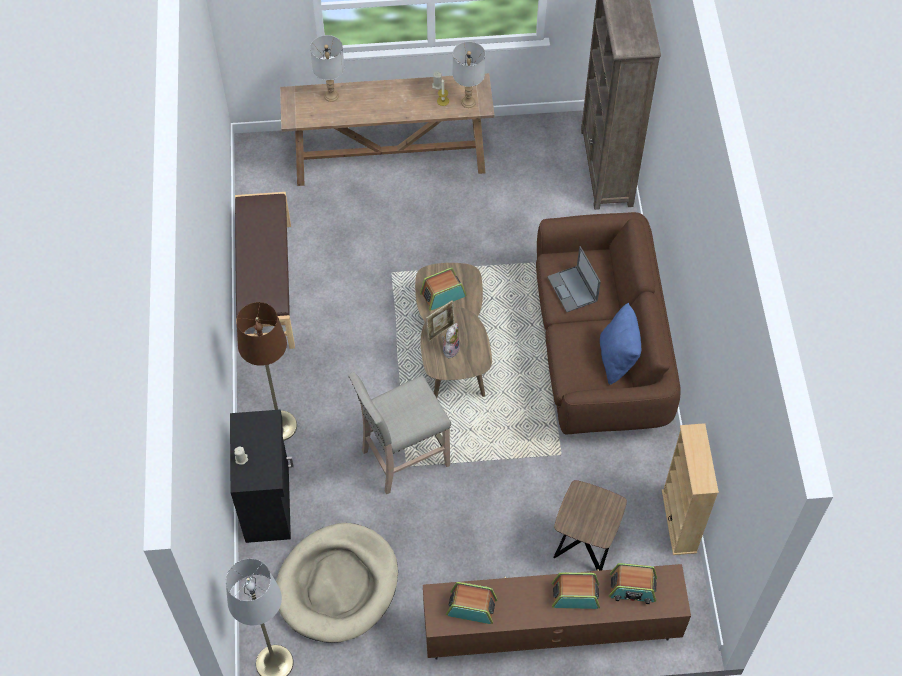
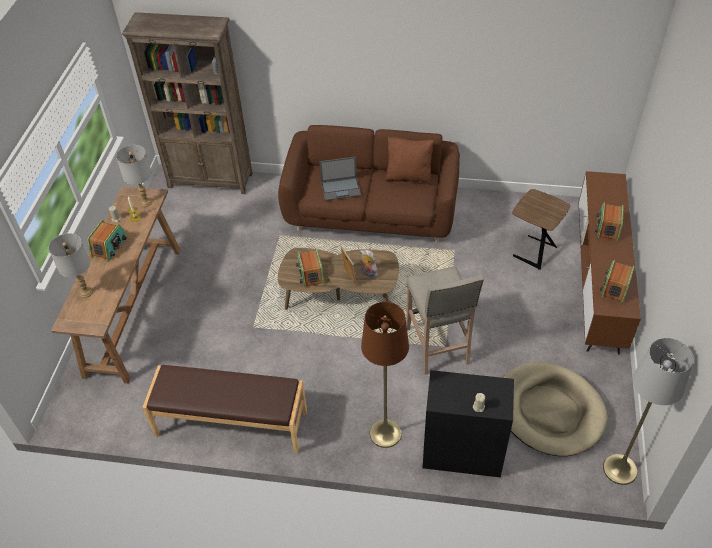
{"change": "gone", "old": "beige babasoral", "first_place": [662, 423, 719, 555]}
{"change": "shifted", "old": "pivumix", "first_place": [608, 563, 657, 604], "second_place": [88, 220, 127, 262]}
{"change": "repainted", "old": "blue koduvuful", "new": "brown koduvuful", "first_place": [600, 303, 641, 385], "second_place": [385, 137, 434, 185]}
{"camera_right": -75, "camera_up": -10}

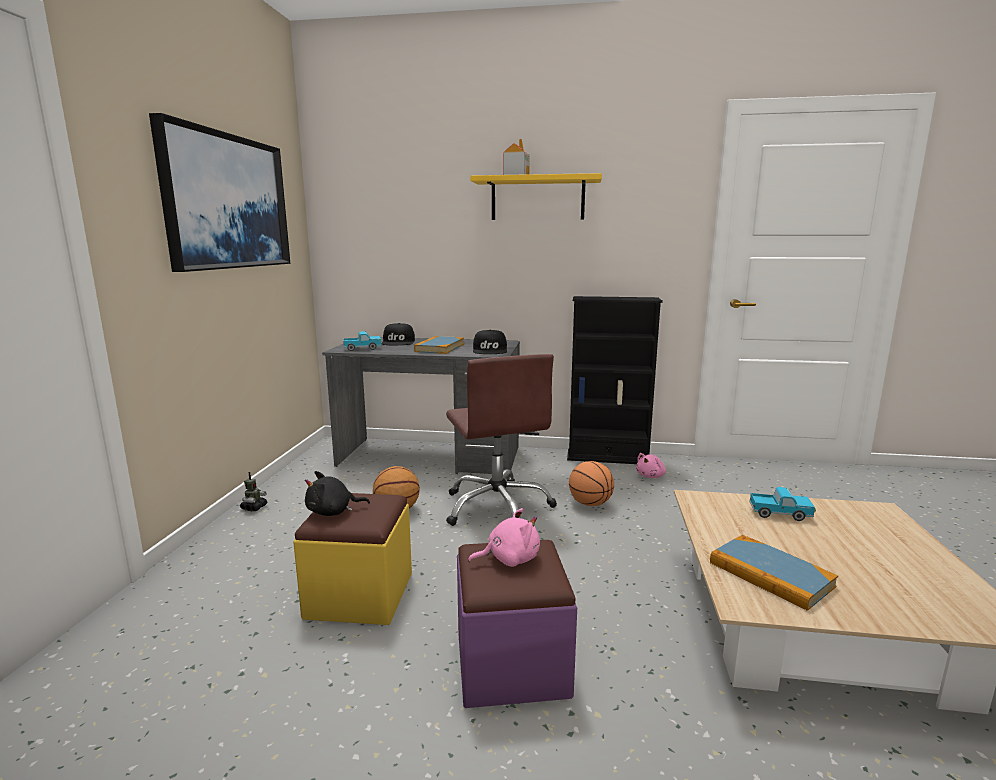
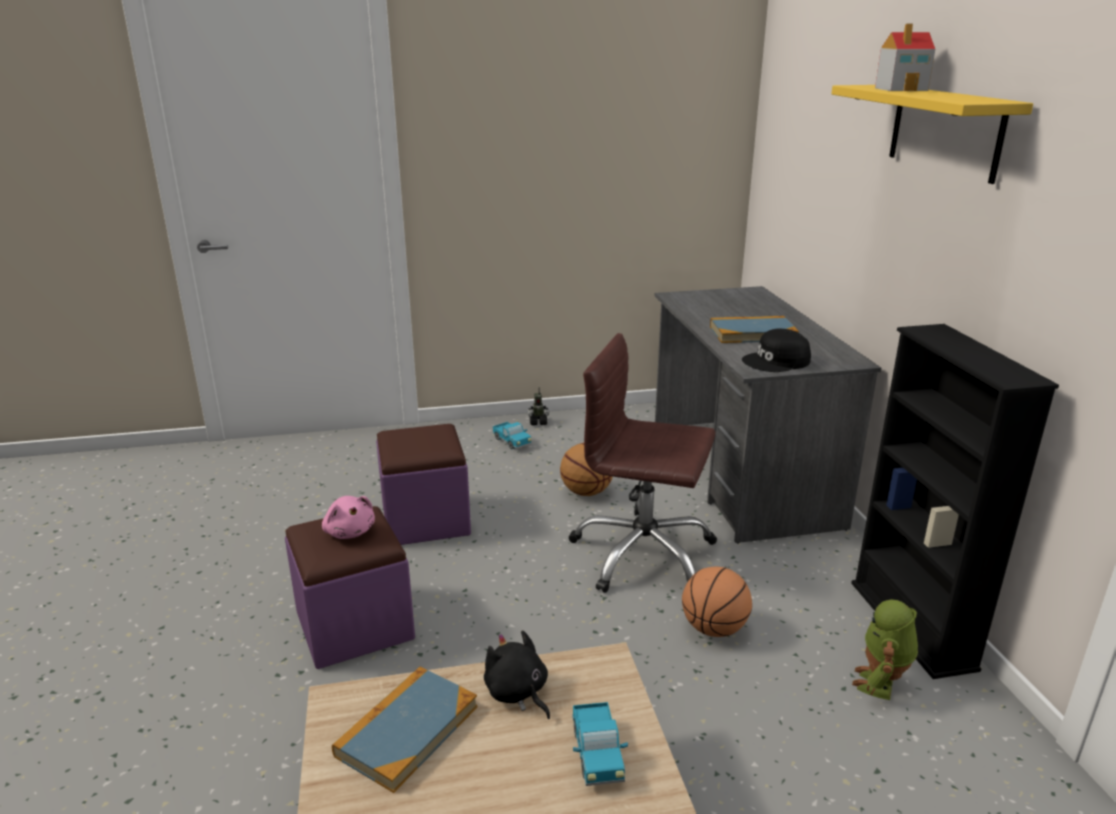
{"change": "gone", "old": "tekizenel", "first_place": [149, 113, 290, 272]}
{"change": "gone", "old": "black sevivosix", "first_place": [381, 323, 415, 346]}
{"change": "shifted", "old": "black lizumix", "first_place": [305, 471, 370, 516], "second_place": [484, 630, 550, 719]}
{"change": "shifted", "old": "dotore", "first_place": [343, 331, 382, 351], "second_place": [493, 422, 532, 449]}
{"change": "swapped", "old": "pink lizumix", "new": "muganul", "first_place": [636, 453, 666, 478], "second_place": [852, 600, 918, 700]}
{"change": "repainted", "old": "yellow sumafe", "new": "purple sumafe", "first_place": [293, 493, 412, 625], "second_place": [376, 424, 471, 545]}
{"change": "rotated", "old": "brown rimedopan", "first_place": [446, 354, 557, 526], "second_place": [568, 333, 717, 593], "degrees": 60}
{"camera_right": 70, "camera_up": 10}

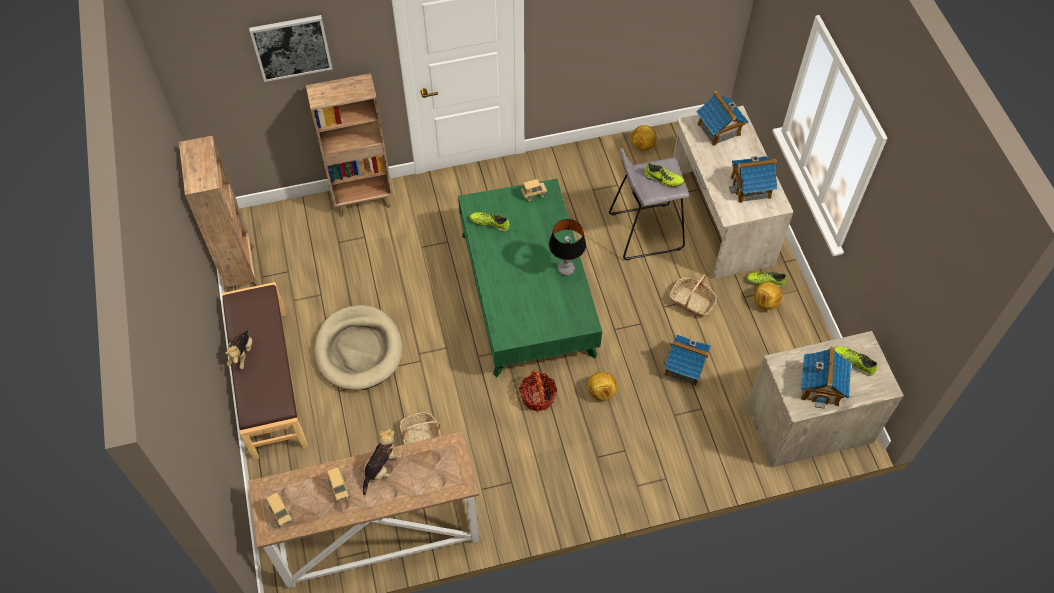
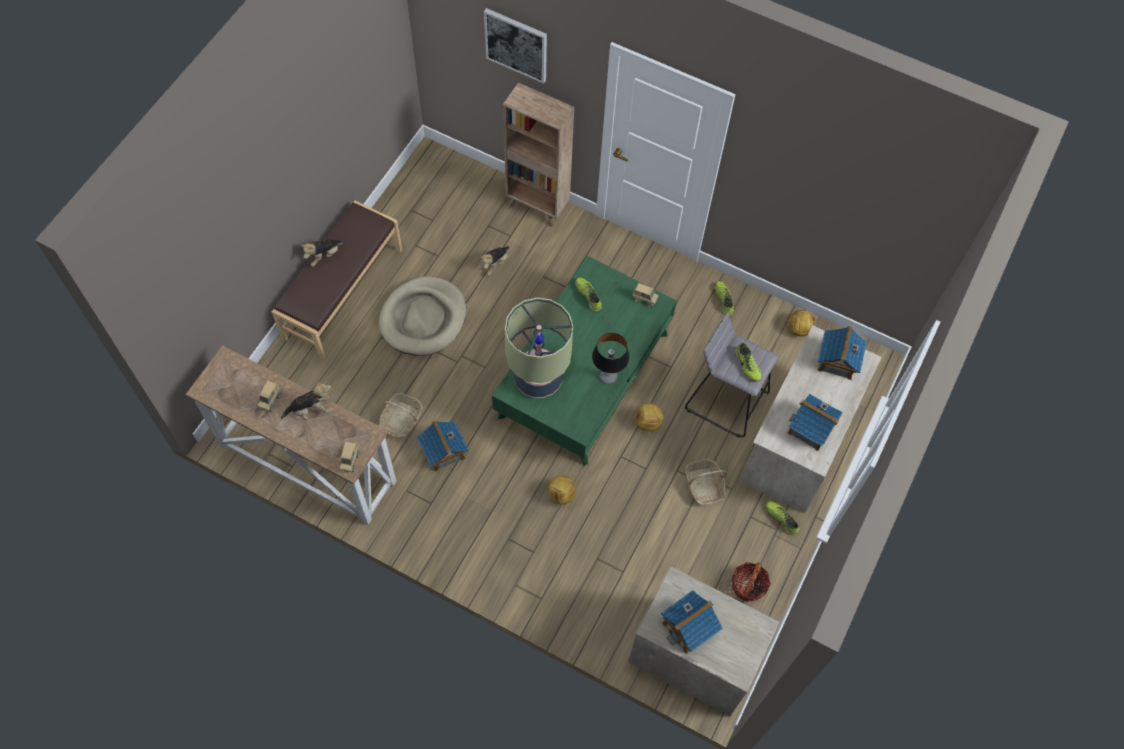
{"change": "gone", "old": "brown babasoral", "first_place": [179, 136, 259, 292]}
{"change": "new", "new": "lizumix", "second_place": [479, 246, 509, 276]}
{"change": "new", "new": "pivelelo", "second_place": [505, 298, 573, 398]}
{"change": "shifted", "old": "dotore", "first_place": [267, 493, 294, 527], "second_place": [339, 442, 360, 472]}
{"change": "shifted", "old": "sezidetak", "first_place": [519, 371, 557, 412], "second_place": [732, 562, 771, 602]}
{"change": "shifted", "old": "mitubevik", "first_place": [663, 334, 711, 386], "second_place": [417, 419, 469, 472]}
{"change": "shifted", "old": "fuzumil", "first_place": [754, 281, 782, 310], "second_place": [634, 403, 663, 432]}
{"change": "shifted", "old": "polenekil", "first_place": [835, 346, 878, 376], "second_place": [715, 281, 734, 316]}
{"camera_right": 40, "camera_up": 5}

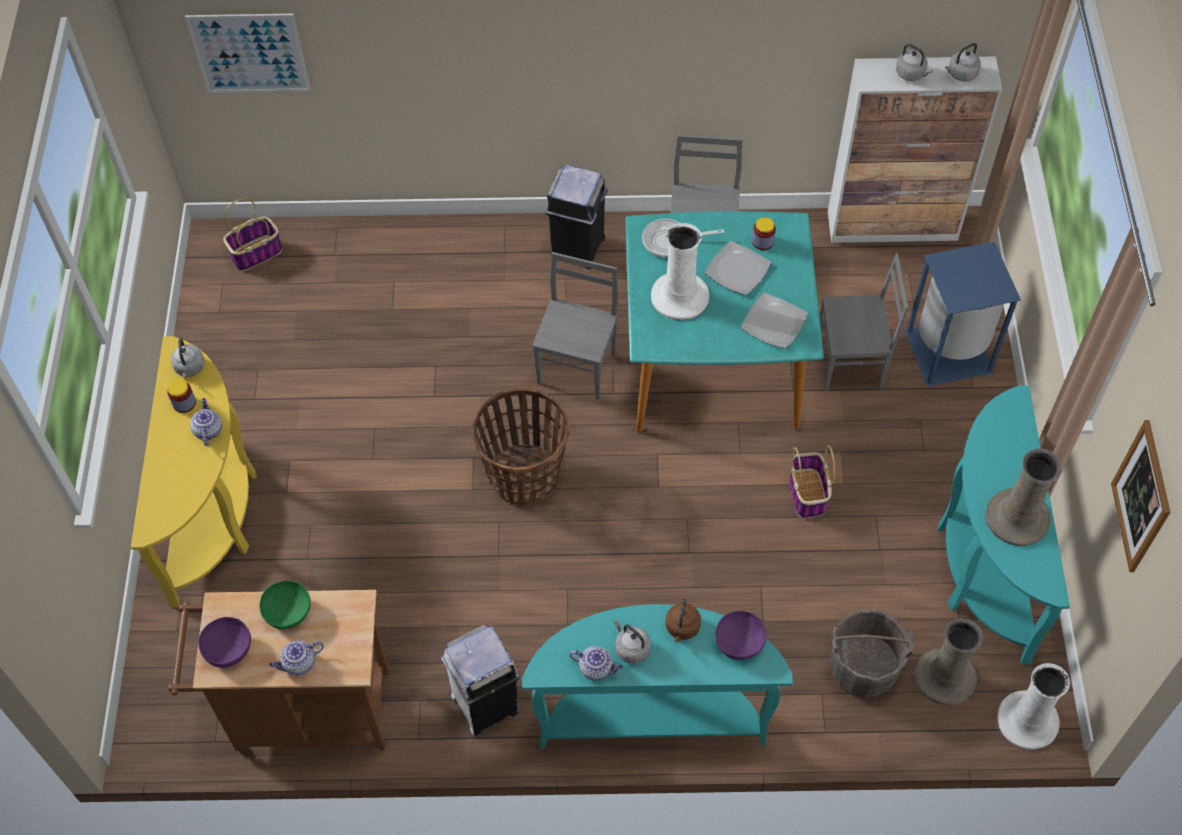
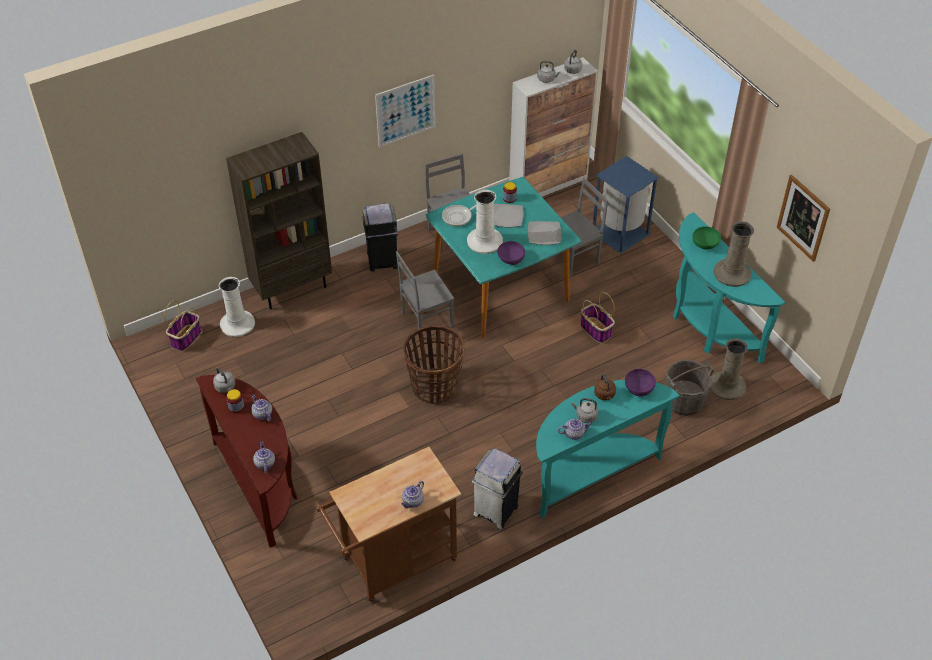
{"change": "new", "new": "brown babasoral", "second_place": [226, 132, 332, 310]}
{"change": "new", "new": "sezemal", "second_place": [253, 441, 275, 473]}
{"change": "shifted", "old": "tekizenel", "first_place": [185, 14, 311, 93], "second_place": [375, 74, 436, 147]}
{"change": "shifted", "old": "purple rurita", "first_place": [199, 617, 251, 668], "second_place": [497, 241, 525, 265]}
{"change": "shifted", "old": "green rurita", "first_place": [259, 581, 311, 629], "second_place": [692, 226, 721, 250]}
{"change": "shifted", "old": "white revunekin", "first_place": [997, 663, 1070, 750], "second_place": [219, 277, 255, 337]}
{"change": "repainted", "old": "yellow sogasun", "new": "brown sogasun", "first_place": [131, 336, 257, 607], "second_place": [196, 375, 297, 548]}
{"change": "rotated", "old": "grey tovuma", "first_place": [532, 252, 618, 399], "second_place": [396, 251, 454, 329], "degrees": -105}
{"camera_right": -30, "camera_up": -10}

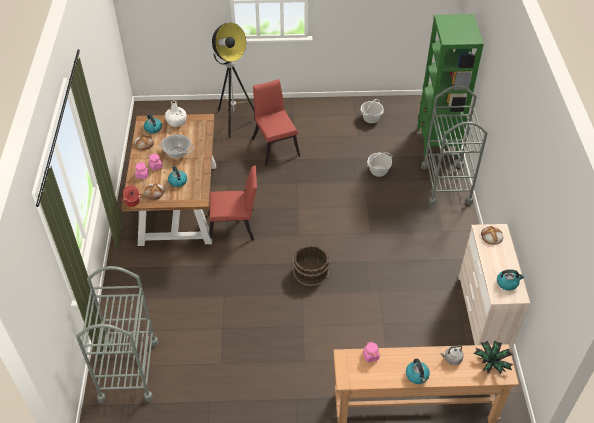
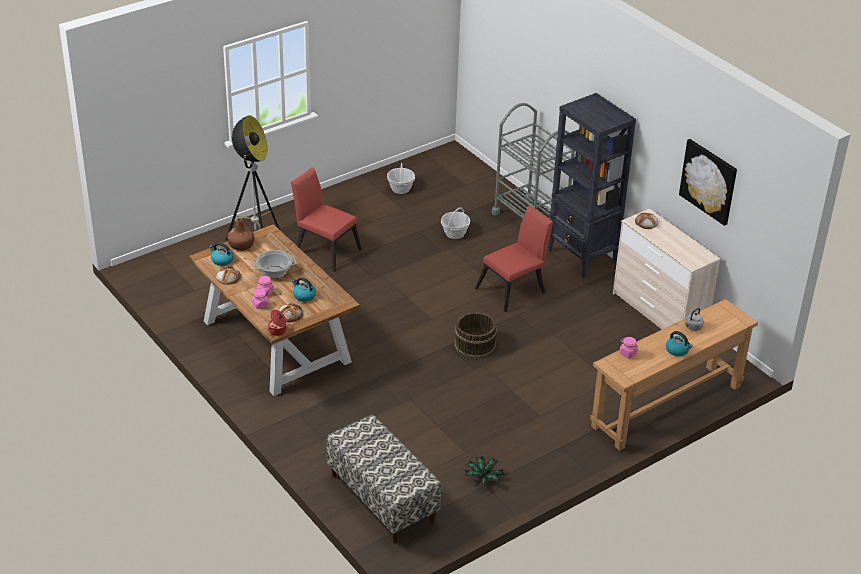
{"change": "gone", "old": "green babasoral", "first_place": [418, 14, 484, 158]}
{"change": "gone", "old": "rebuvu", "first_place": [497, 269, 524, 291]}
{"change": "new", "new": "black babasoral", "second_place": [548, 93, 636, 278]}
{"change": "new", "new": "tekizenel", "second_place": [679, 139, 737, 226]}
{"change": "shifted", "old": "red tovuma", "first_place": [209, 165, 257, 241], "second_place": [475, 205, 553, 312]}
{"change": "shifted", "old": "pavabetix", "first_place": [473, 340, 514, 375], "second_place": [463, 456, 505, 487]}
{"change": "swapped", "old": "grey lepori", "new": "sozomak", "first_place": [76, 266, 159, 403], "second_place": [327, 415, 441, 543]}
{"change": "repainted", "old": "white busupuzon", "new": "brown busupuzon", "first_place": [165, 101, 187, 127], "second_place": [227, 218, 254, 251]}
{"camera_right": -35, "camera_up": -10}

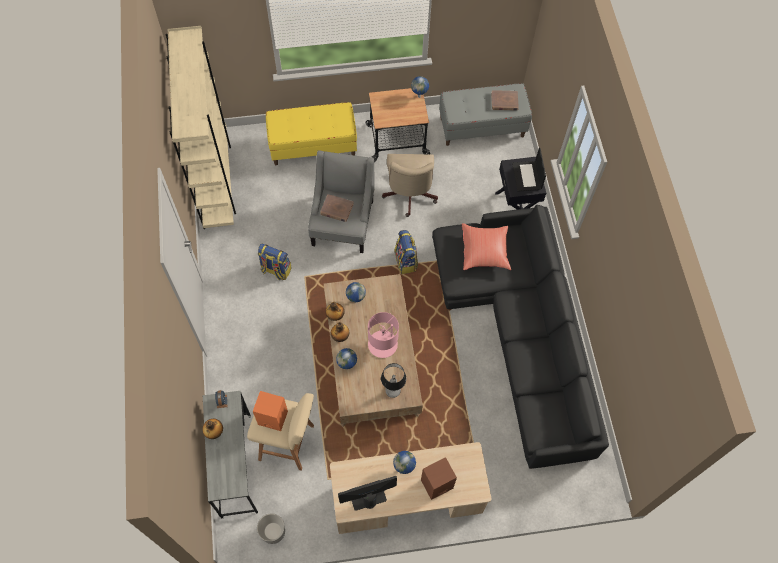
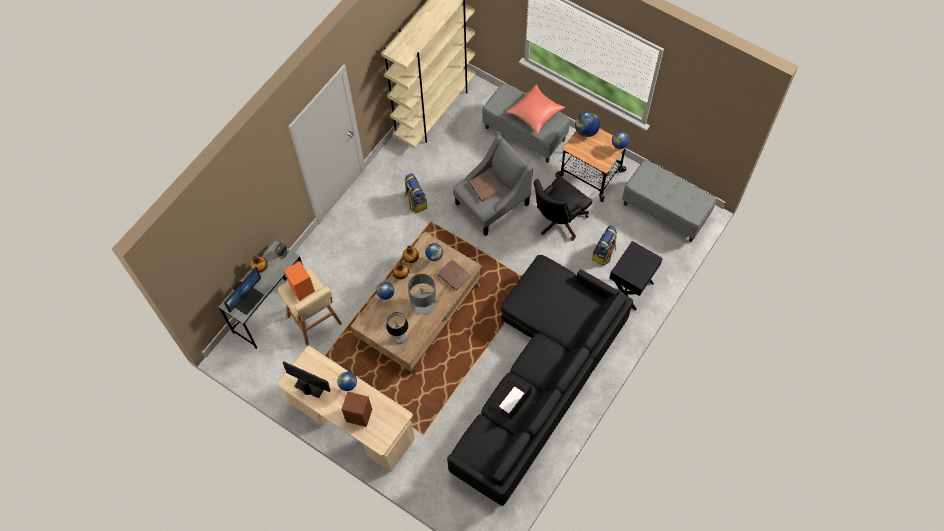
{"change": "gone", "old": "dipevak", "first_place": [257, 513, 285, 544]}
{"change": "new", "new": "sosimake", "second_place": [224, 267, 263, 315]}
{"change": "new", "new": "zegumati", "second_place": [575, 112, 600, 137]}
{"change": "shifted", "old": "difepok", "first_place": [395, 230, 418, 274], "second_place": [592, 226, 617, 266]}
{"change": "shifted", "old": "red koduvuful", "first_place": [462, 223, 511, 270], "second_place": [506, 85, 565, 134]}
{"change": "shifted", "old": "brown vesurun", "first_place": [491, 90, 519, 111], "second_place": [437, 259, 471, 291]}
{"change": "shifted", "old": "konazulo", "first_place": [512, 148, 546, 192], "second_place": [491, 380, 532, 419]}
{"change": "repainted", "old": "yellow sozomak", "new": "grey sozomak", "first_place": [266, 102, 357, 165], "second_place": [482, 83, 570, 163]}
{"change": "repainted", "old": "pink pivelelo", "new": "grey pivelelo", "first_place": [368, 312, 399, 358], "second_place": [408, 274, 437, 315]}
{"change": "repainted", "old": "beige rimedopan", "new": "black rimedopan", "first_place": [382, 154, 438, 217], "second_place": [533, 176, 592, 241]}
{"camera_right": 45, "camera_up": 0}

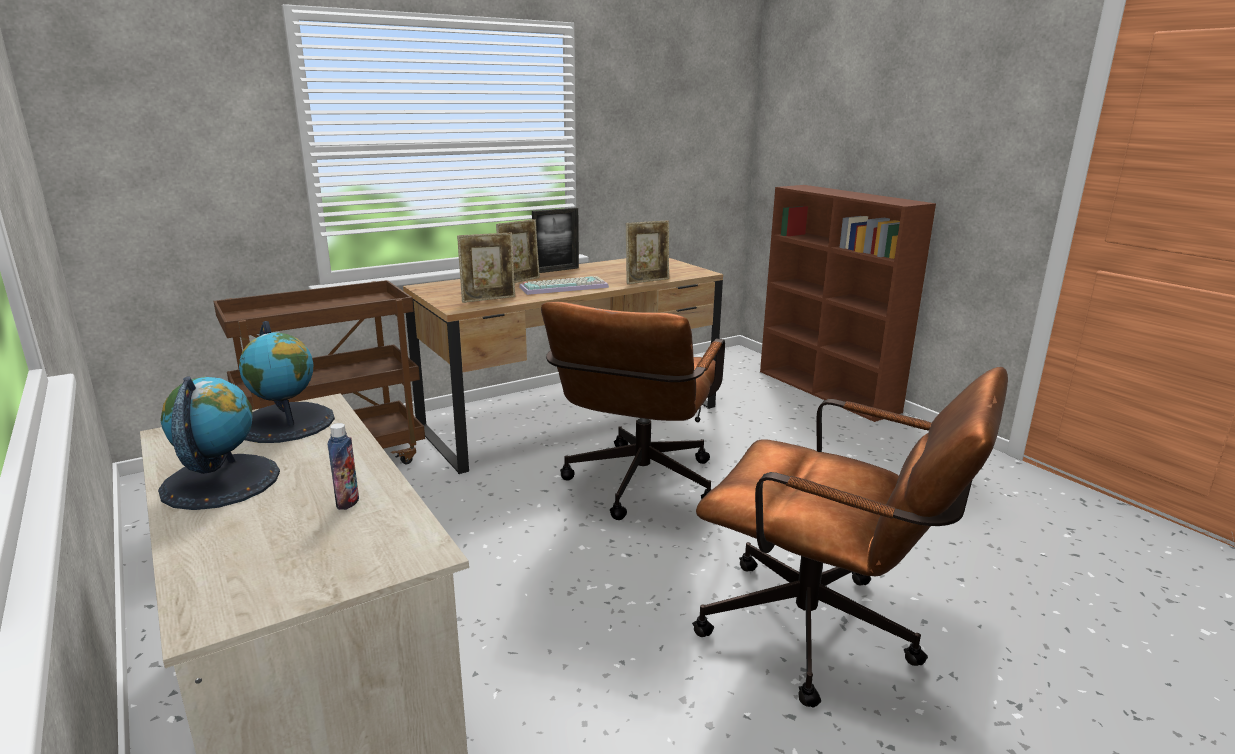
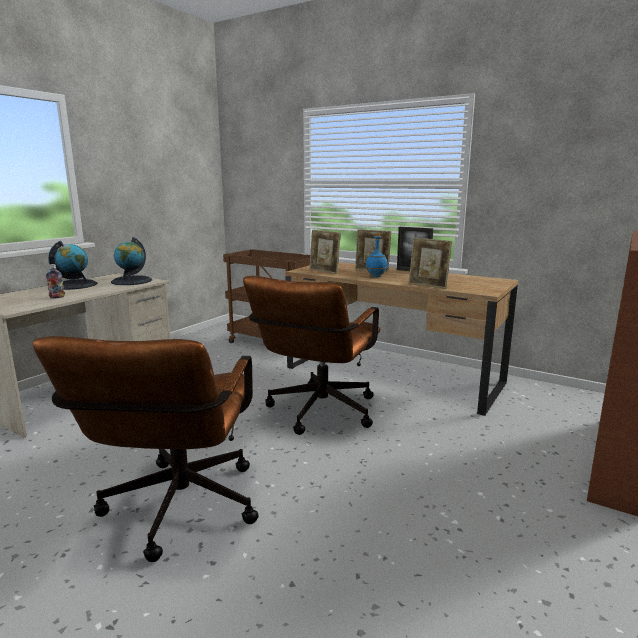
{"change": "swapped", "old": "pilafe", "new": "blue busupuzon", "first_place": [519, 276, 609, 295], "second_place": [366, 233, 387, 277]}
{"change": "rotated", "old": "brown rimedopan", "first_place": [541, 302, 725, 520], "second_place": [243, 276, 380, 435], "degrees": -60}
{"camera_right": 65, "camera_up": -5}

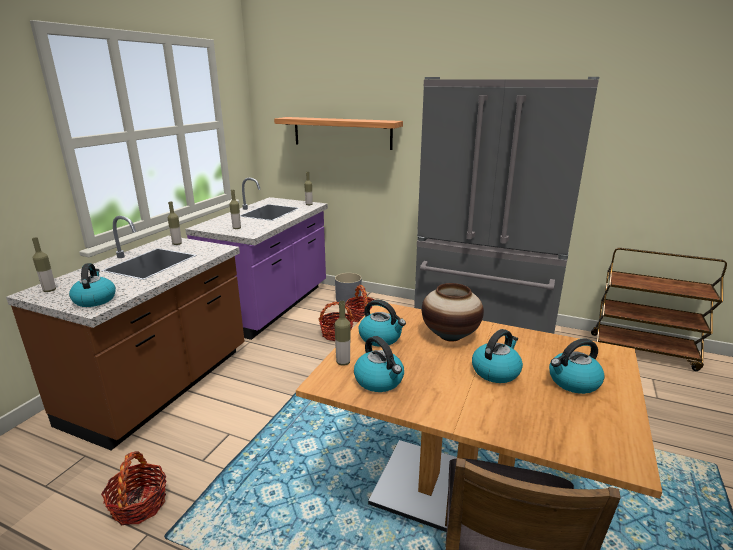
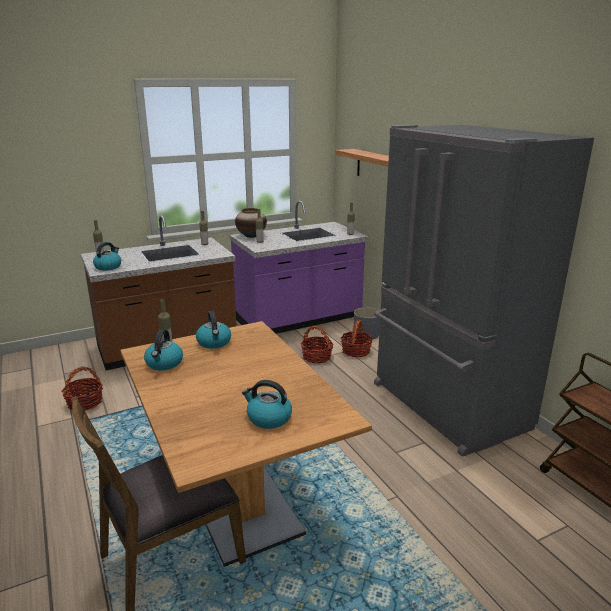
{"change": "gone", "old": "rebuvu", "first_place": [472, 329, 523, 383]}
{"change": "shifted", "old": "revunekin", "first_place": [422, 283, 484, 341], "second_place": [235, 208, 267, 238]}
{"camera_right": 40, "camera_up": 0}

